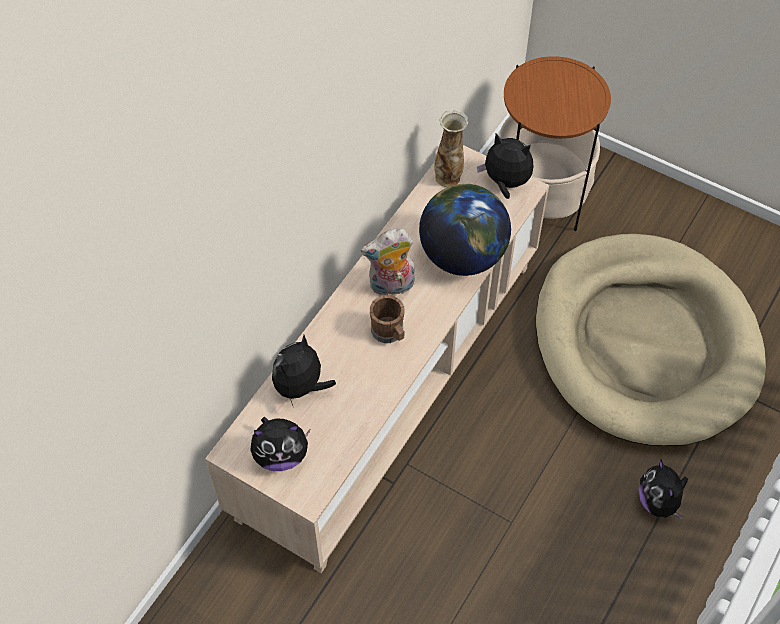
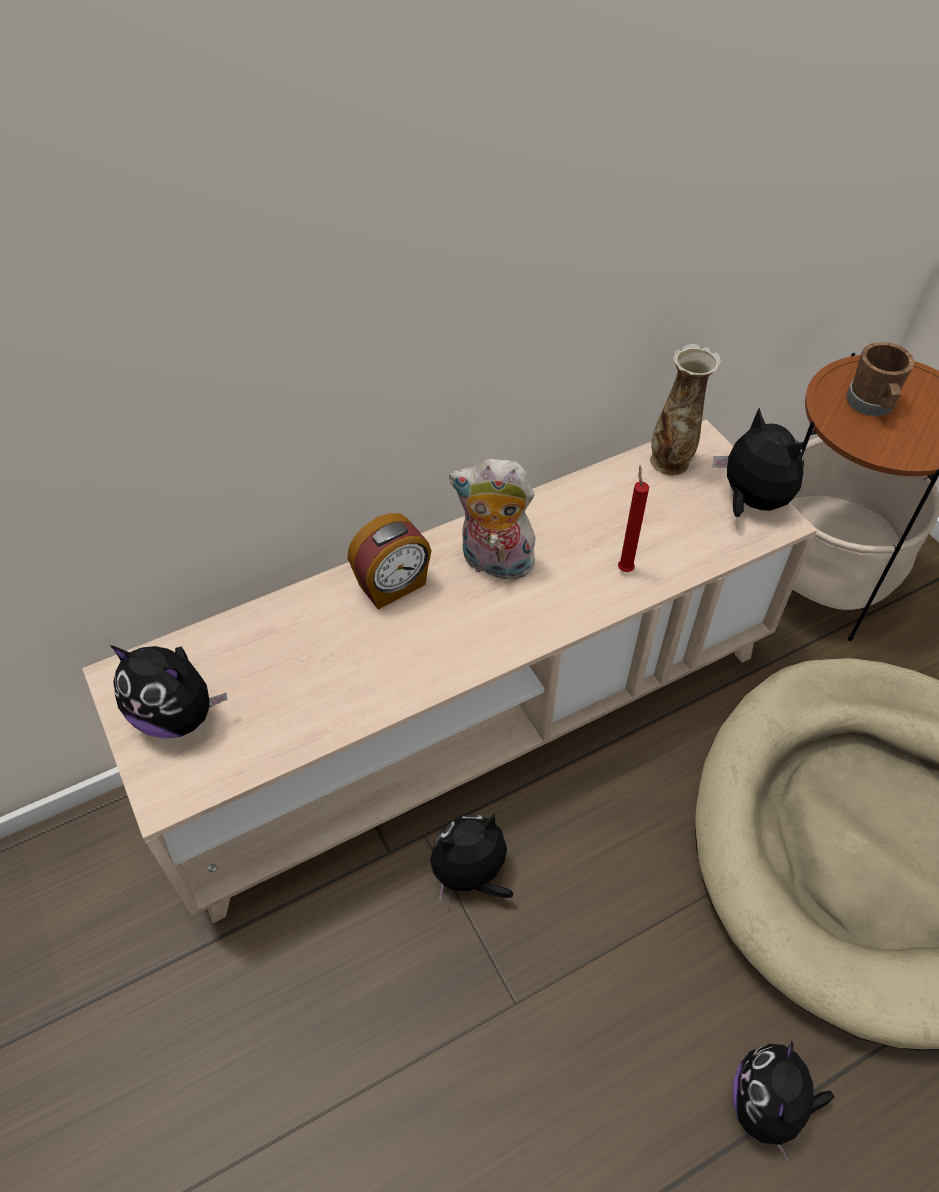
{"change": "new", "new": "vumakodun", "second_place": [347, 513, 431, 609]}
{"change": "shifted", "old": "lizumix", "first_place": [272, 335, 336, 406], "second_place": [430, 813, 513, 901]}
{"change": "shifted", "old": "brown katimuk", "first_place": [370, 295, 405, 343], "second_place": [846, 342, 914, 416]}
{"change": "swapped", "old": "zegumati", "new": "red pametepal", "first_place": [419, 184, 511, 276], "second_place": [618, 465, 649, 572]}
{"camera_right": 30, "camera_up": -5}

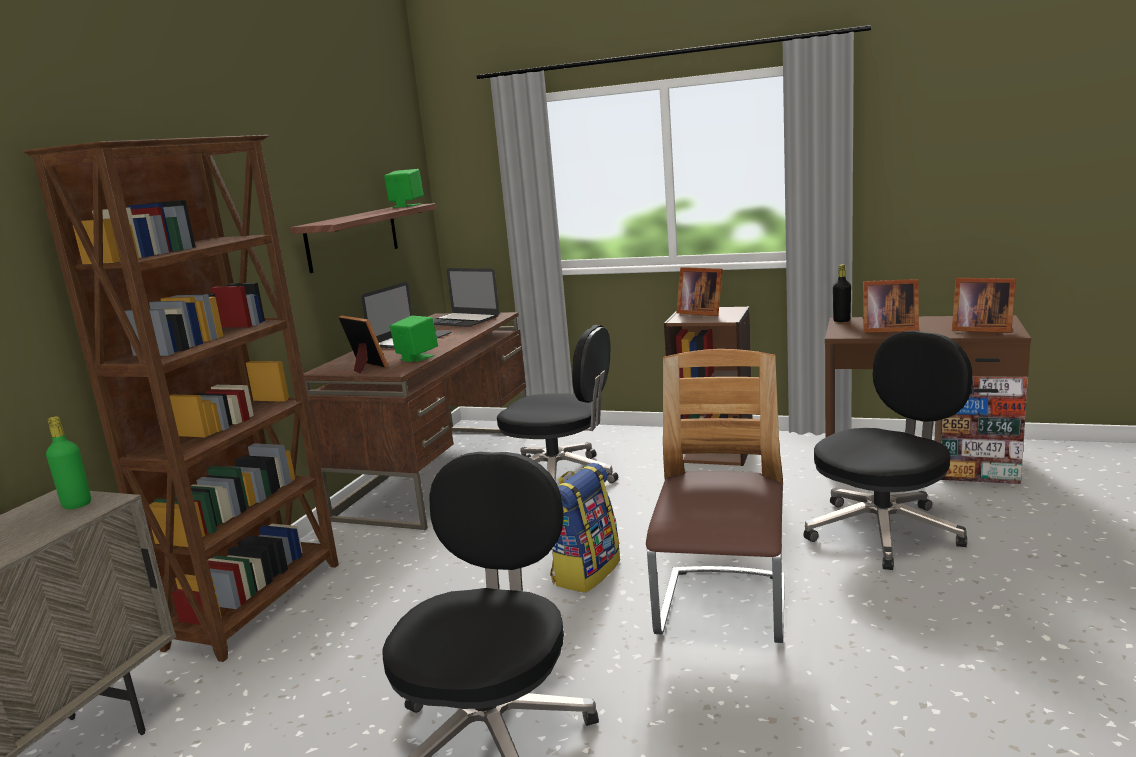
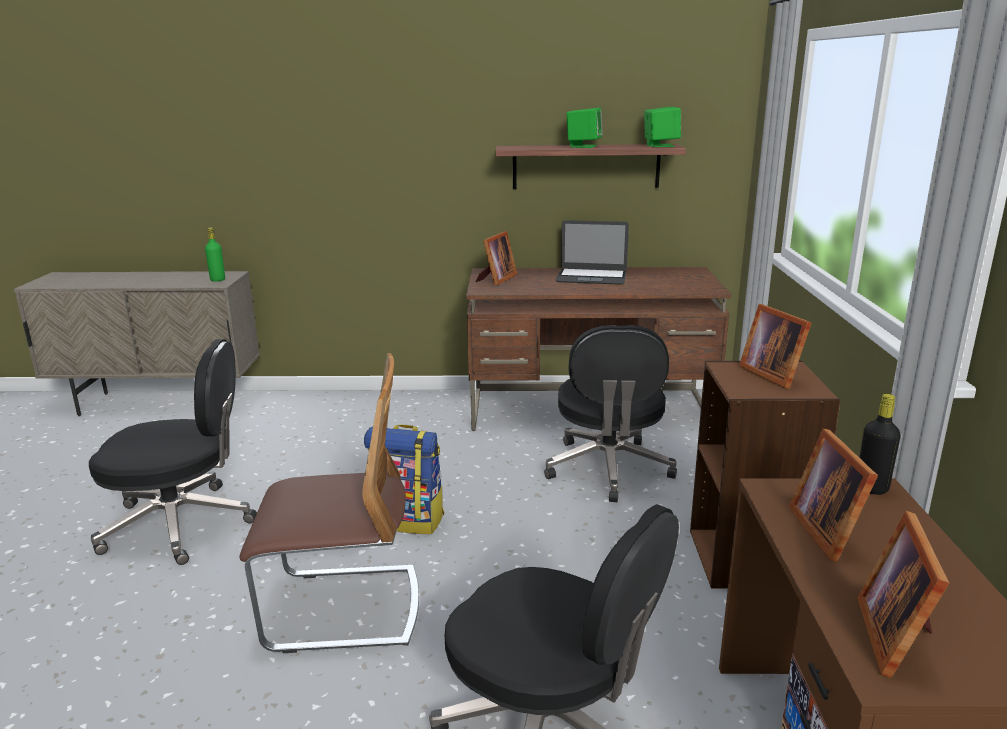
{"change": "gone", "old": "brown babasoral", "first_place": [23, 135, 339, 662]}
{"change": "gone", "old": "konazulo", "first_place": [433, 268, 499, 327]}
{"change": "shifted", "old": "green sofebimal", "first_place": [390, 316, 438, 362], "second_place": [566, 108, 603, 148]}
{"change": "rotated", "old": "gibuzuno", "first_place": [676, 267, 723, 316], "second_place": [739, 304, 812, 389], "degrees": -45}
{"camera_right": 70, "camera_up": 5}

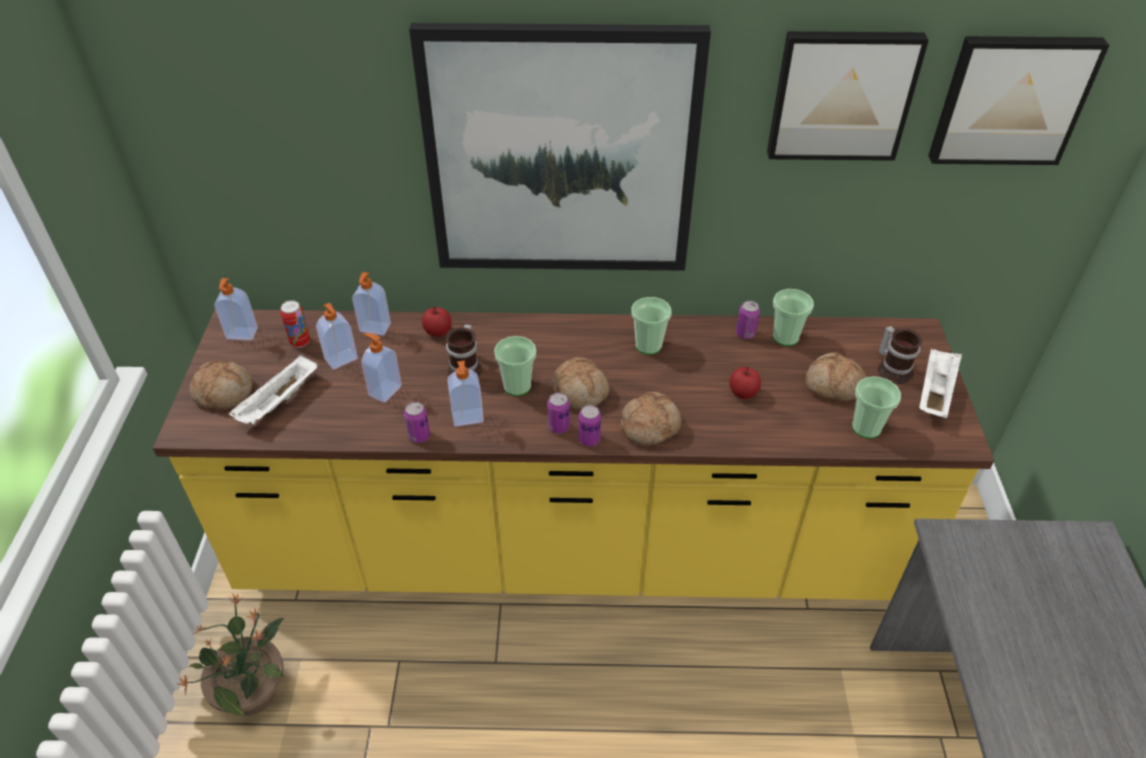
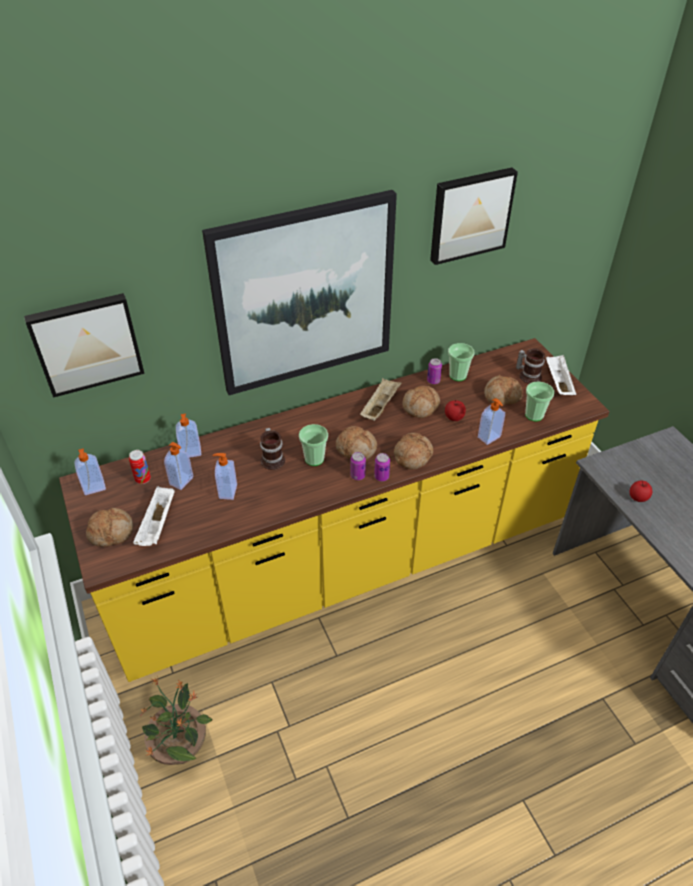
{"change": "gone", "old": "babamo", "first_place": [404, 402, 430, 443]}
{"change": "new", "new": "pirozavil", "second_place": [403, 386, 440, 418]}
{"change": "shifted", "old": "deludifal", "first_place": [422, 306, 452, 337], "second_place": [629, 480, 652, 502]}
{"change": "shifted", "old": "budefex", "first_place": [447, 361, 484, 427], "second_place": [478, 398, 505, 445]}
{"change": "shifted", "old": "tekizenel", "first_place": [928, 36, 1109, 165], "second_place": [24, 293, 145, 398]}
{"change": "swapped", "old": "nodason", "new": "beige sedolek", "first_place": [632, 297, 671, 355], "second_place": [360, 378, 402, 421]}
{"camera_right": -25, "camera_up": 0}

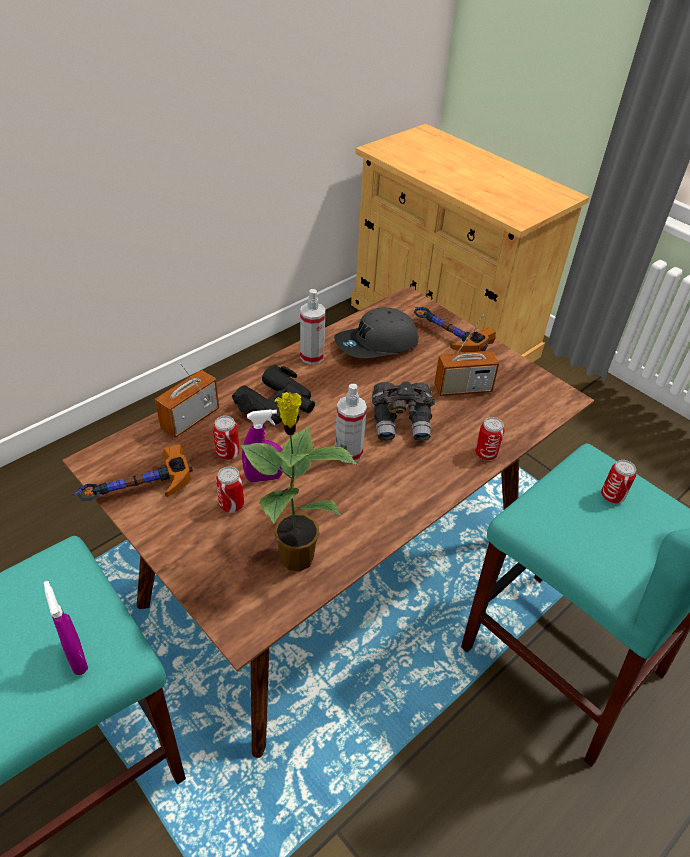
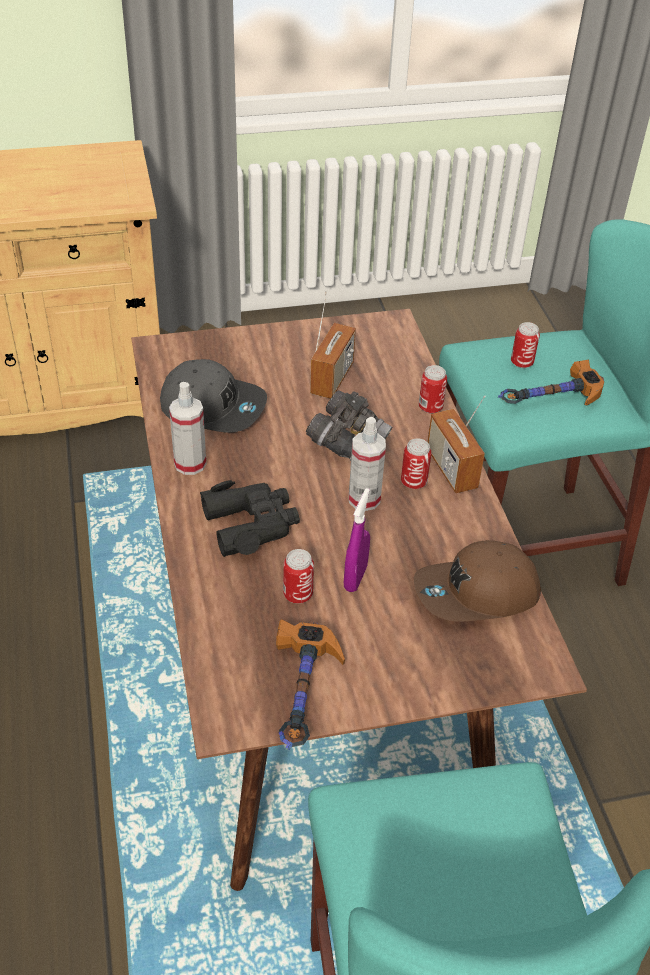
{"change": "gone", "old": "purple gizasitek", "first_place": [44, 581, 88, 675]}
{"change": "shifted", "old": "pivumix", "first_place": [155, 363, 219, 438], "second_place": [427, 395, 486, 493]}
{"change": "shifted", "old": "babamo", "first_place": [216, 467, 244, 513], "second_place": [401, 438, 431, 489]}
{"change": "shifted", "old": "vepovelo", "first_place": [414, 307, 496, 353], "second_place": [498, 360, 604, 406]}
{"change": "swapped", "old": "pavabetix", "new": "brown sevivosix", "first_place": [240, 392, 358, 571], "second_place": [414, 540, 541, 621]}
{"change": "rotated", "old": "grey sevivosix", "first_place": [334, 307, 419, 358], "second_place": [160, 359, 267, 433], "degrees": -75}
{"camera_right": -60, "camera_up": 0}

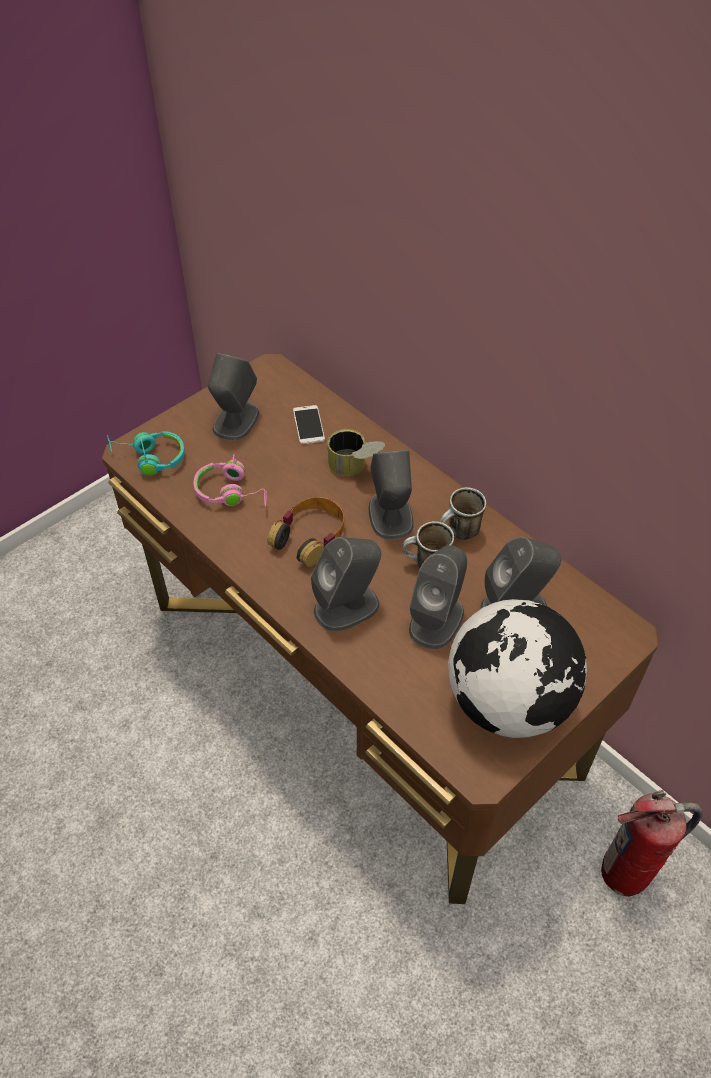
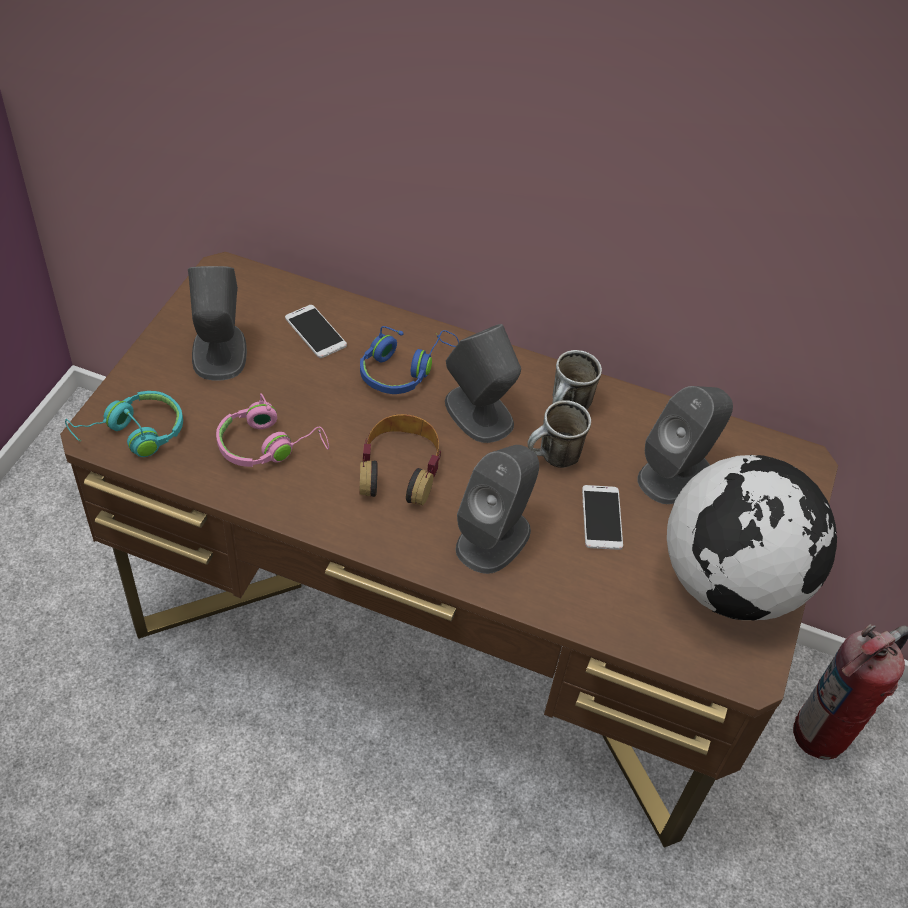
{"change": "swapped", "old": "babamo", "new": "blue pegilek", "first_place": [327, 429, 385, 476], "second_place": [360, 326, 459, 394]}
{"change": "swapped", "old": "grey sofebimal", "new": "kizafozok", "first_place": [409, 545, 467, 649], "second_place": [582, 485, 623, 550]}
{"camera_right": -30, "camera_up": 0}

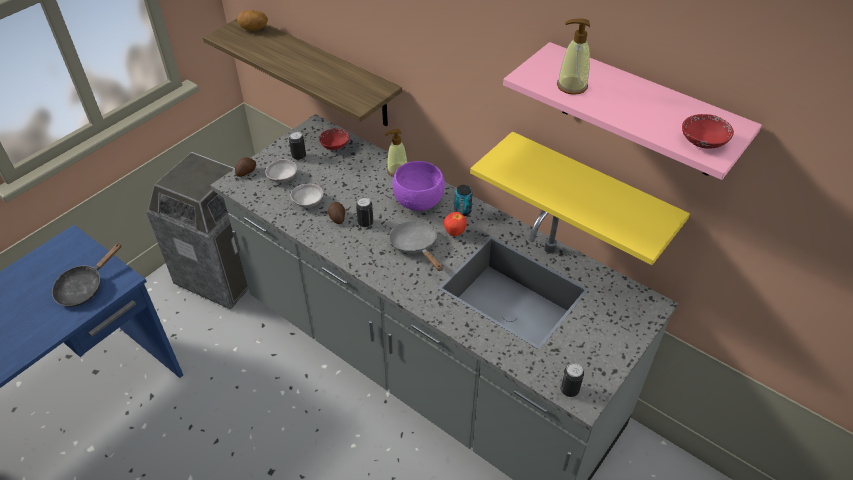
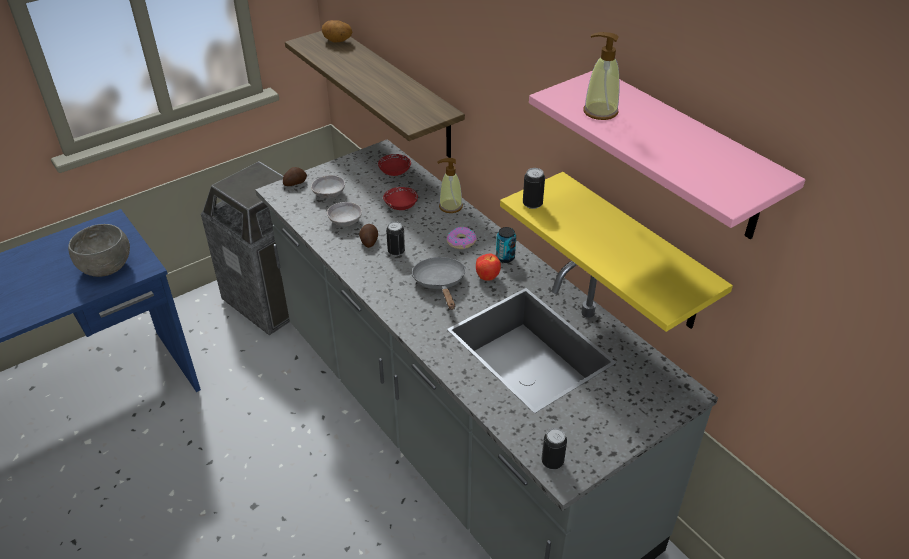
{"change": "shifted", "old": "babamo", "first_place": [289, 131, 306, 160], "second_place": [523, 168, 545, 209]}
{"change": "shifted", "old": "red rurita", "first_place": [682, 114, 734, 148], "second_place": [383, 187, 418, 210]}
{"change": "swapped", "old": "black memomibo", "new": "grey rurita", "first_place": [52, 243, 121, 307], "second_place": [68, 224, 130, 277]}
{"change": "swapped", "old": "purple rurita", "new": "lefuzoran", "first_place": [392, 161, 445, 211], "second_place": [447, 227, 477, 249]}
{"camera_right": 15, "camera_up": -5}

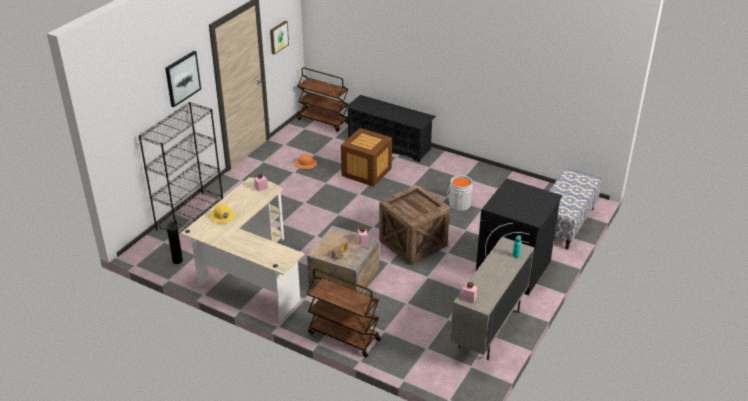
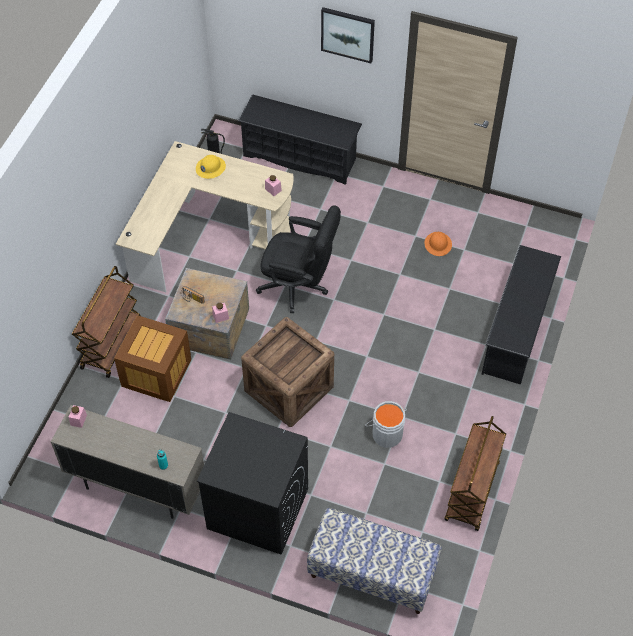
{"change": "gone", "old": "tekizenel", "first_place": [270, 21, 289, 55]}
{"change": "new", "new": "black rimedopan", "second_place": [256, 205, 341, 313]}
{"change": "shifted", "old": "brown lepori", "first_place": [297, 67, 348, 132], "second_place": [444, 416, 506, 531]}
{"change": "shifted", "old": "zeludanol", "first_place": [341, 128, 392, 187], "second_place": [114, 315, 191, 402]}
{"change": "swapped", "old": "black babasoral", "new": "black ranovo", "first_place": [139, 102, 223, 234], "second_place": [238, 94, 362, 185]}
{"camera_right": 80, "camera_up": 20}

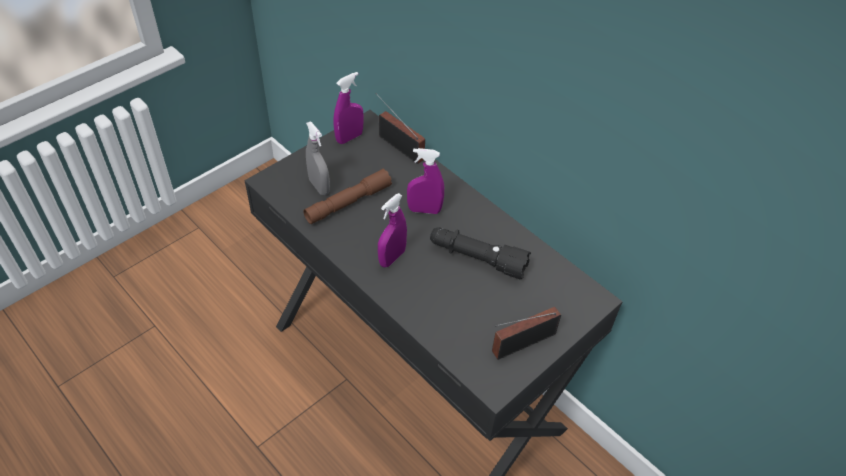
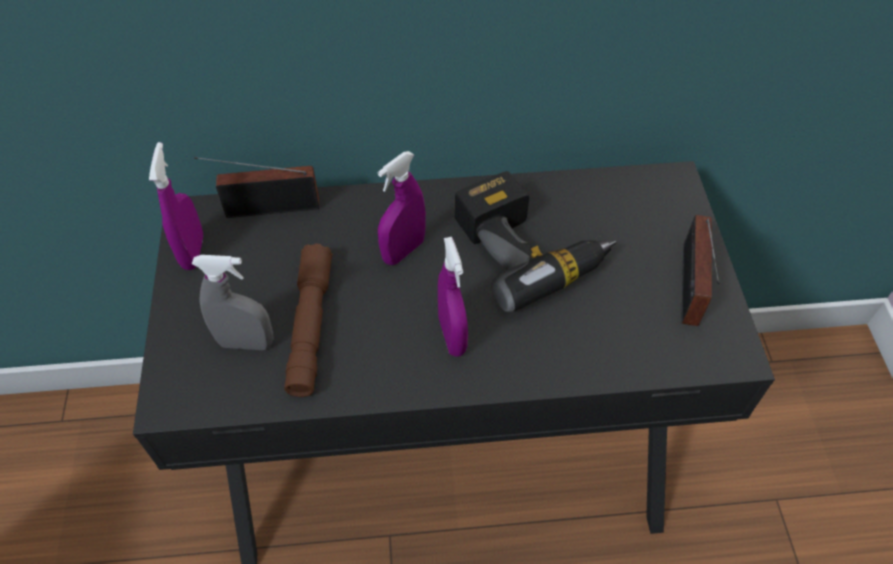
{"change": "swapped", "old": "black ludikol", "new": "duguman", "first_place": [430, 227, 531, 279], "second_place": [455, 171, 616, 312]}
{"camera_right": -50, "camera_up": 5}

